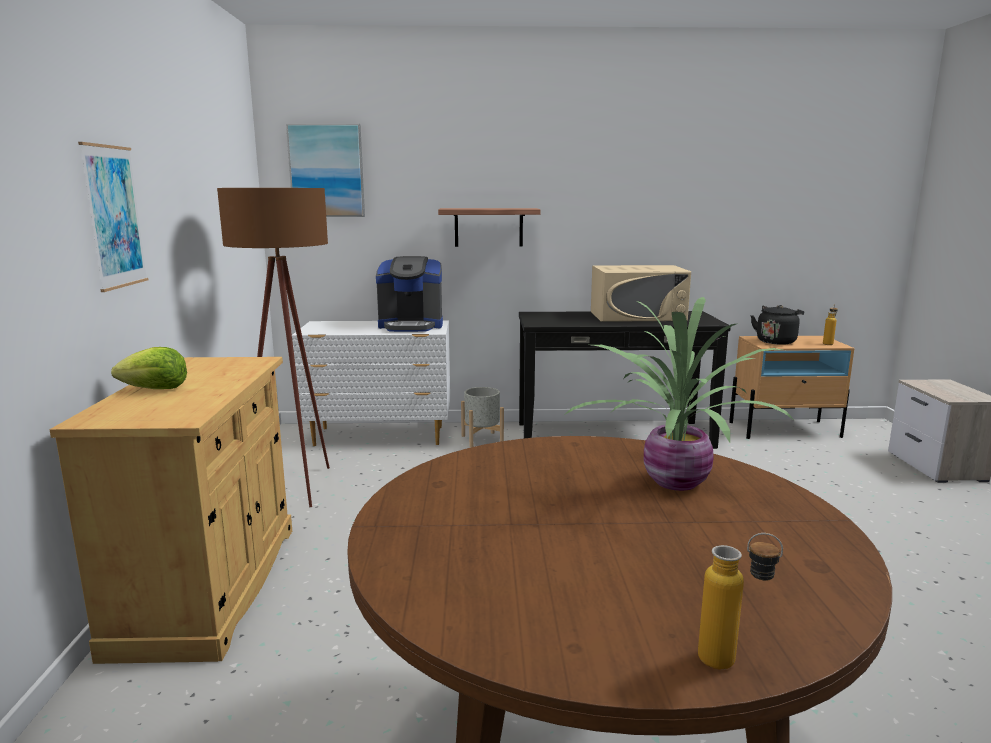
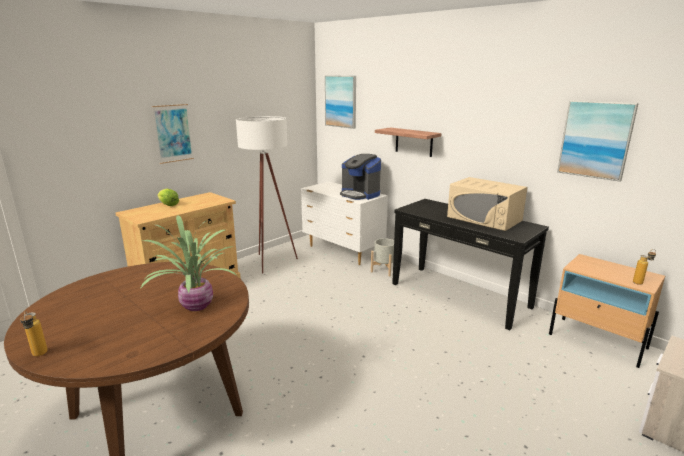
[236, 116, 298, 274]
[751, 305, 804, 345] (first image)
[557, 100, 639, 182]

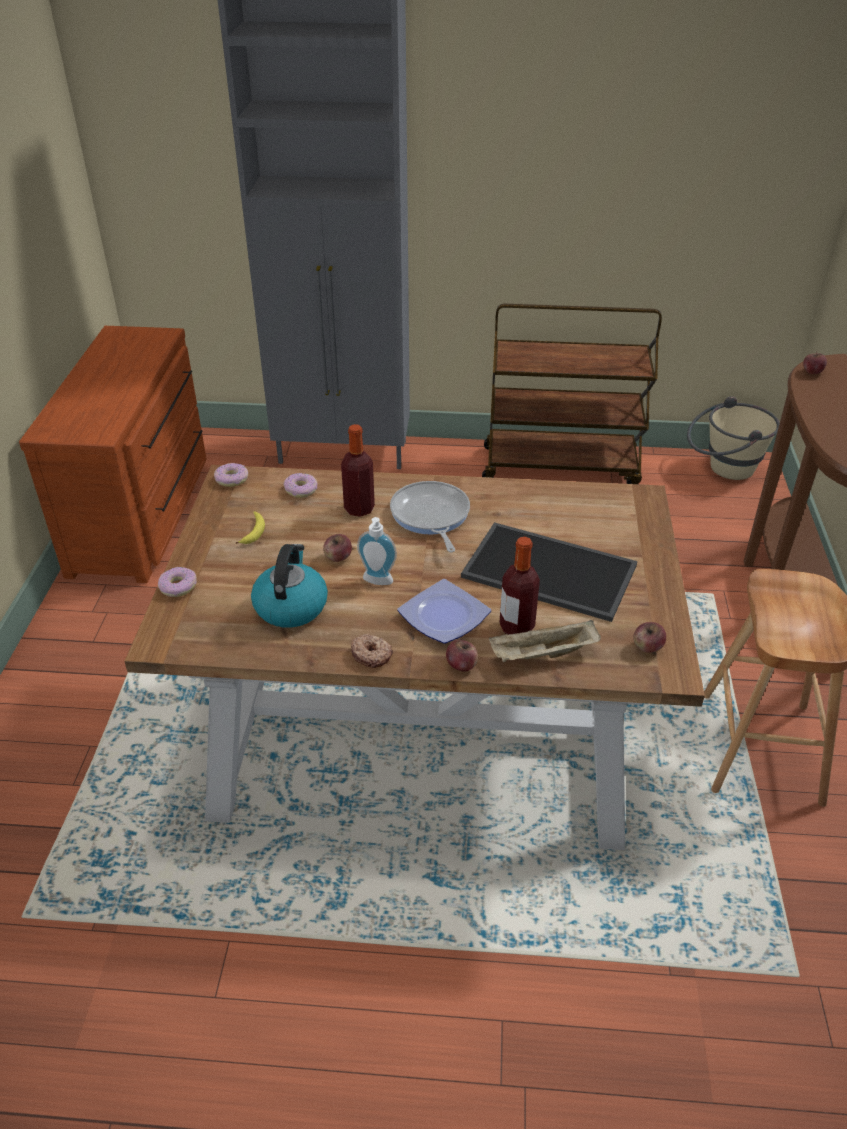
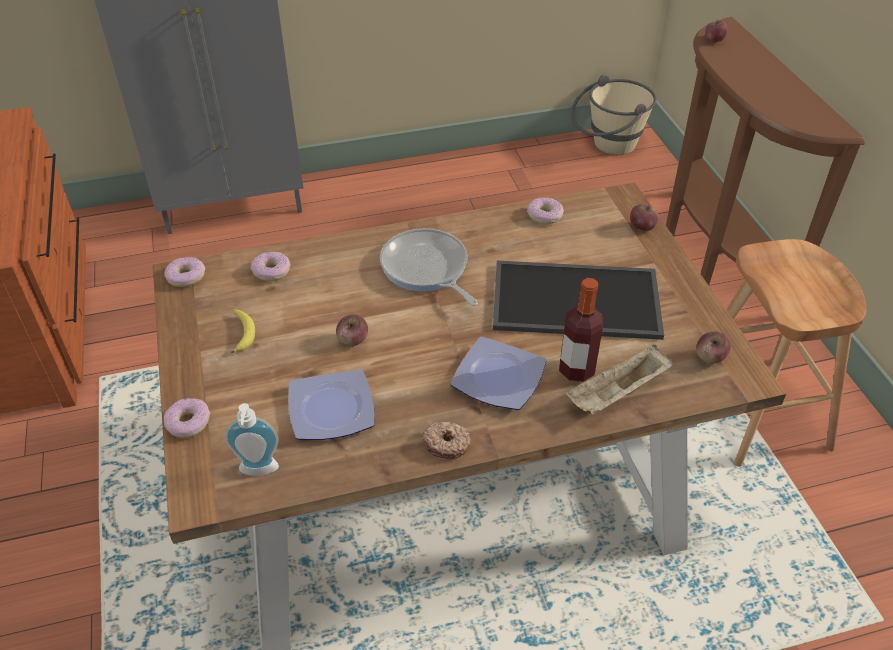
[288, 369, 375, 440]
[341, 424, 375, 517] (first image)
[225, 403, 279, 476]
[630, 205, 658, 231]
[482, 304, 662, 484] (first image)
[527, 198, 564, 224]

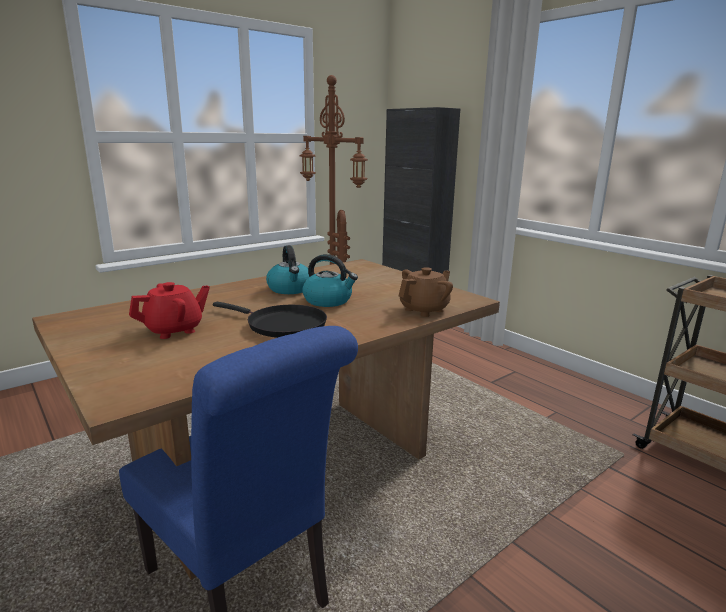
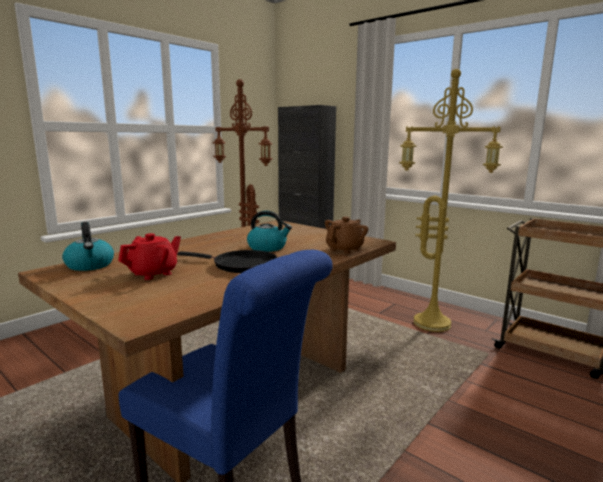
[62, 222, 114, 271]
[399, 69, 503, 332]

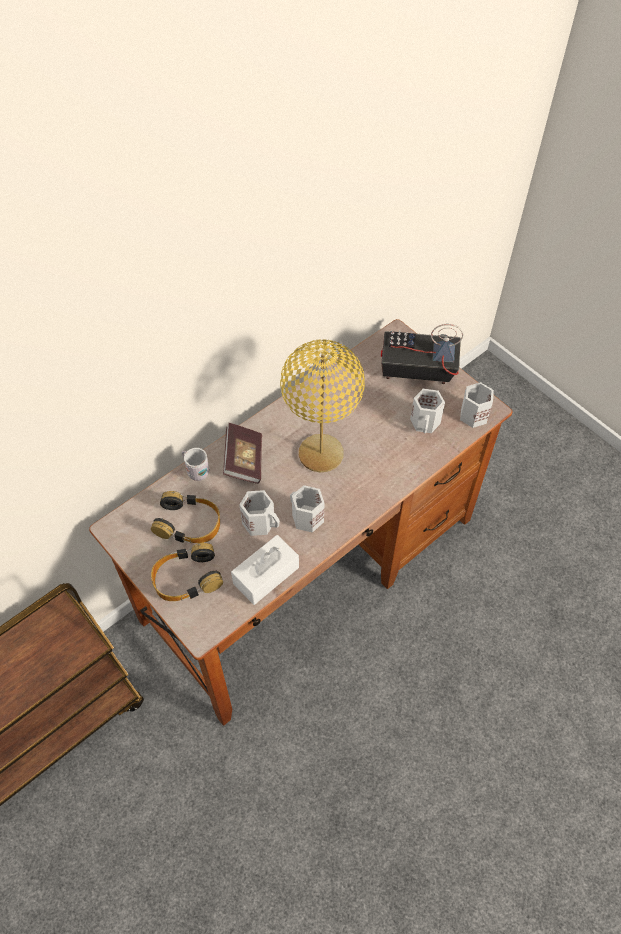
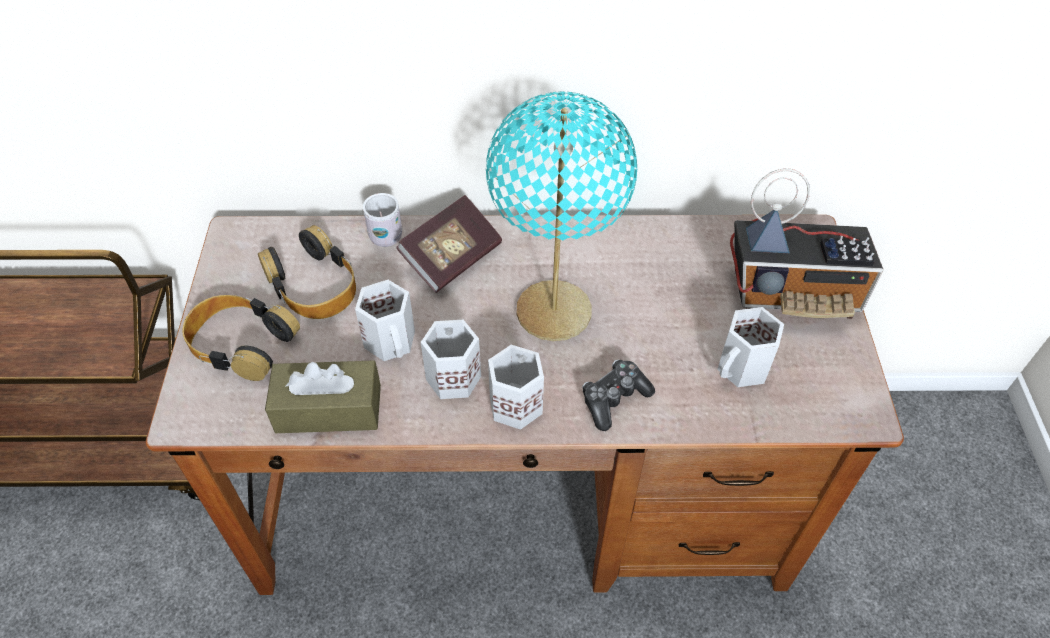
[265, 361, 381, 433]
[486, 91, 637, 341]
[730, 168, 884, 319]
[488, 345, 544, 430]
[582, 360, 655, 431]

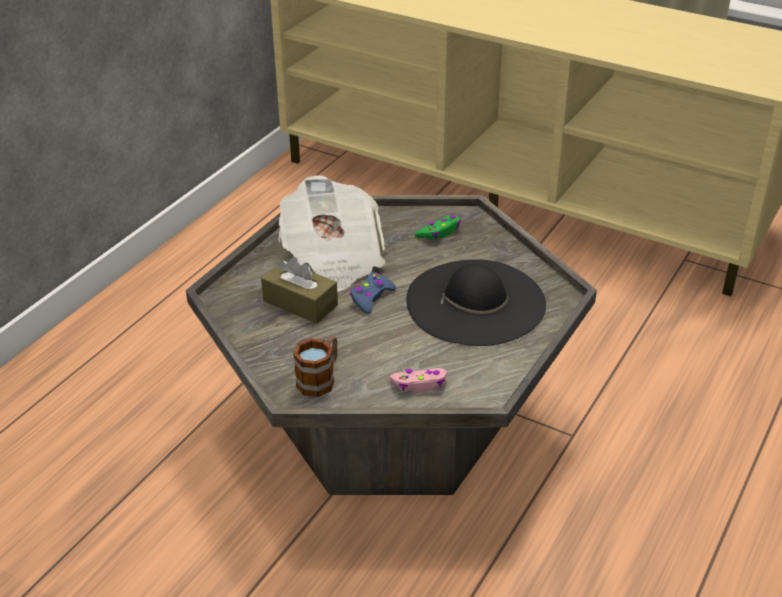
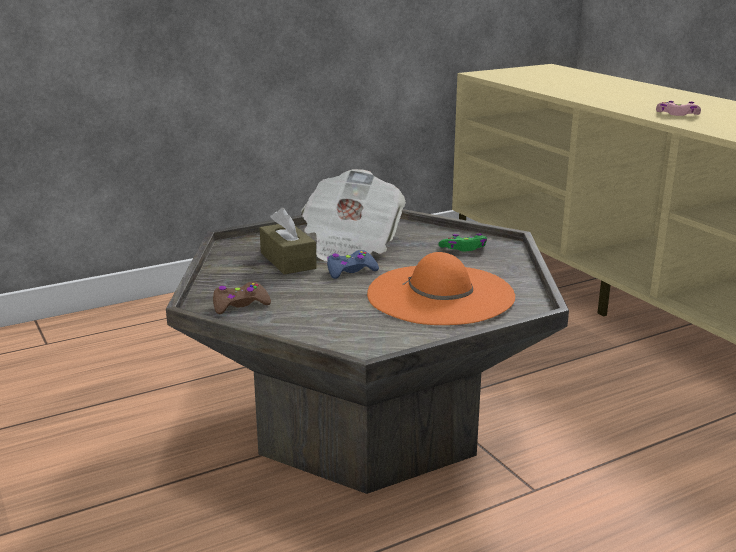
[213, 282, 271, 314]
[656, 101, 701, 116]
[367, 252, 515, 325]

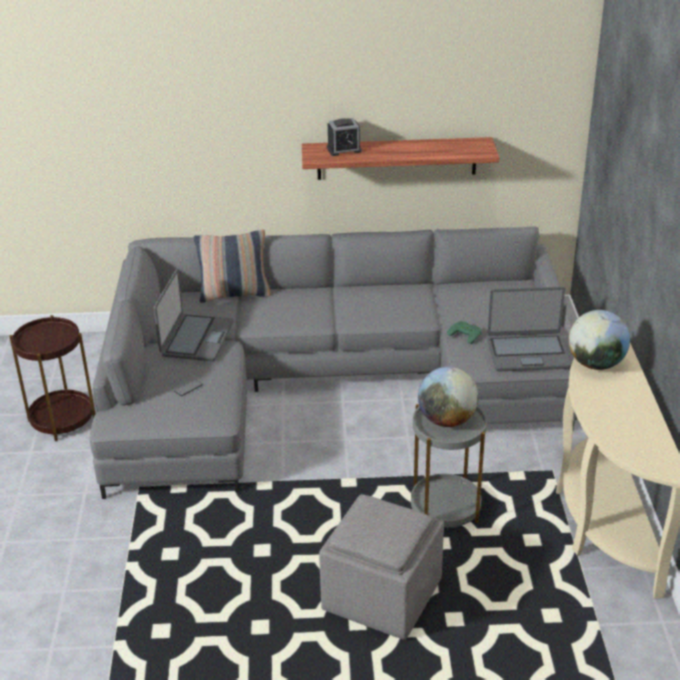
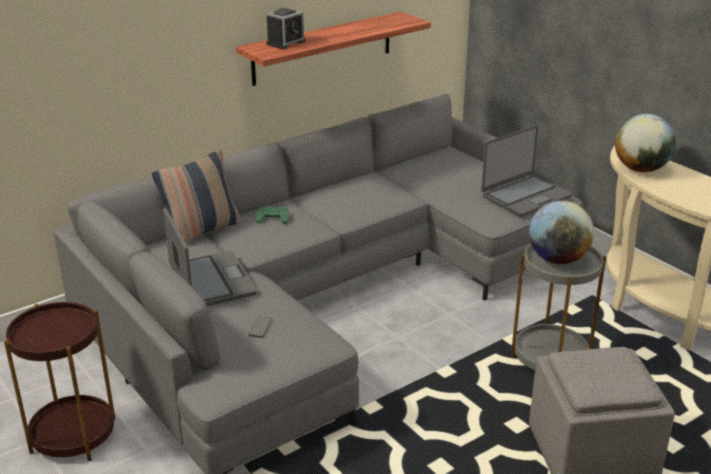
[256, 206, 289, 224]

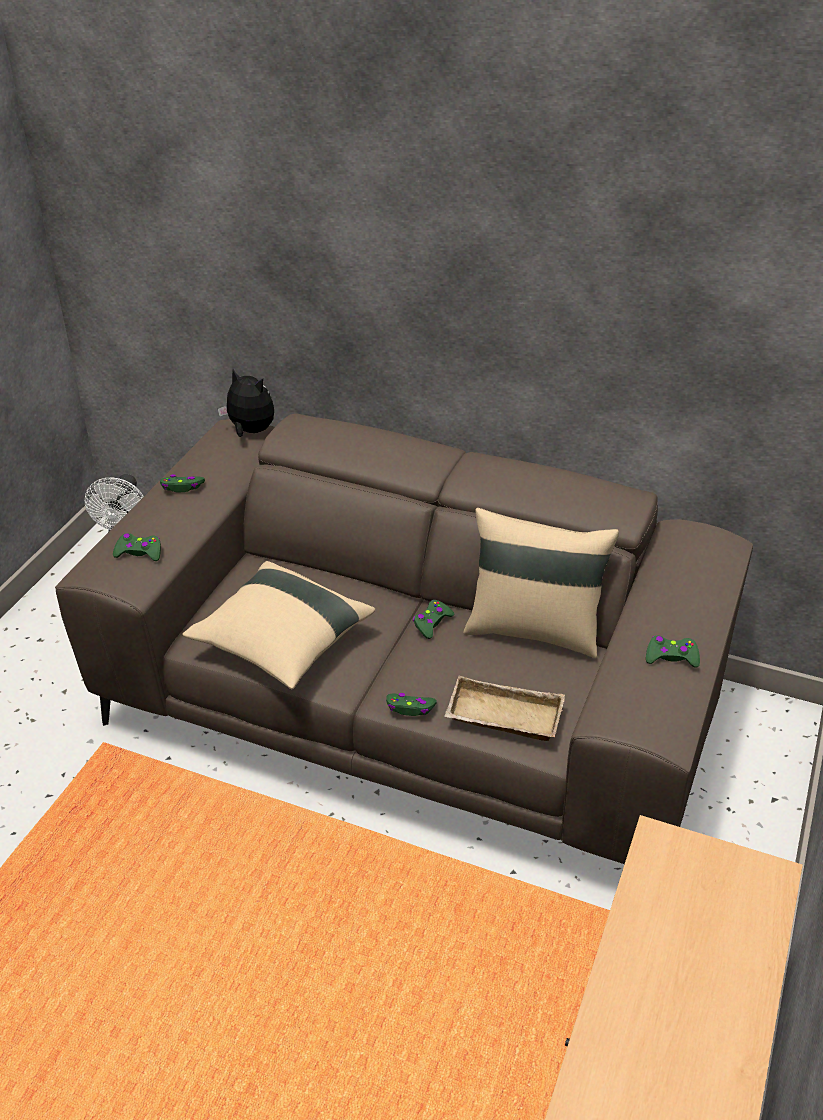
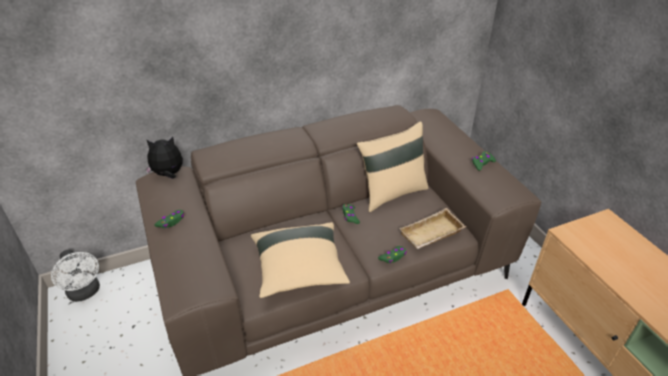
[113, 533, 161, 561] (first image)

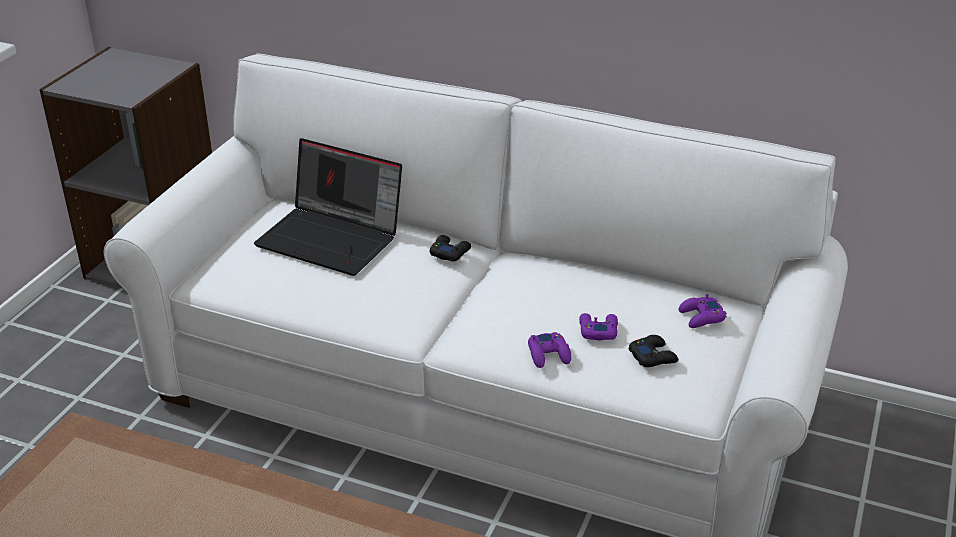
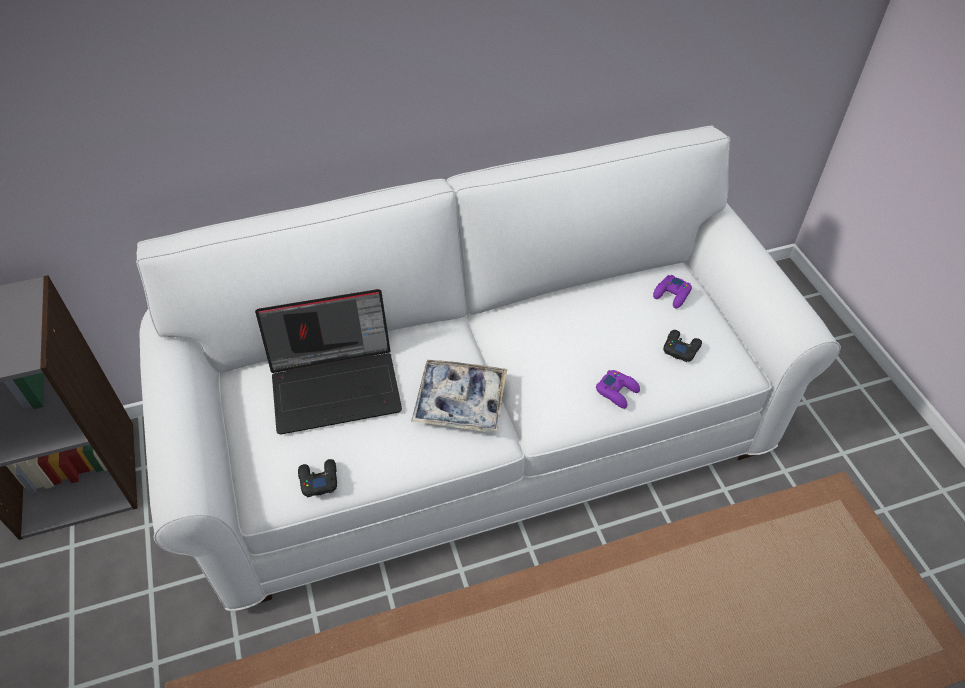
[298, 459, 337, 497]
[579, 313, 618, 340] (first image)
[411, 360, 507, 432]

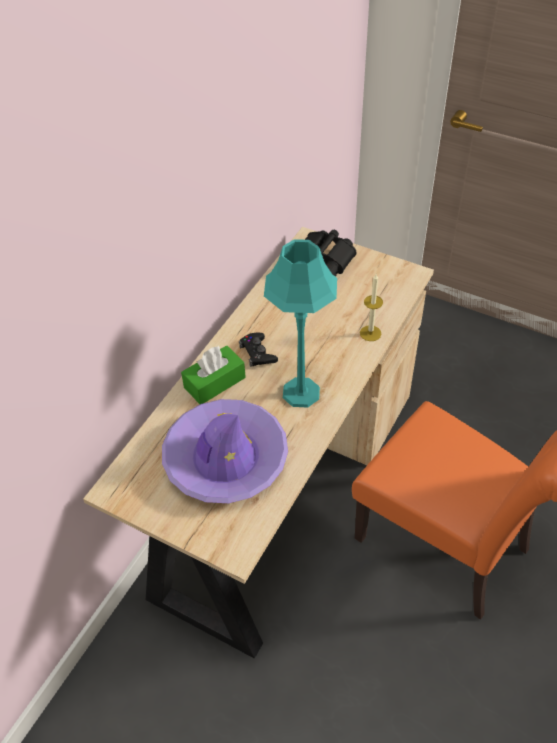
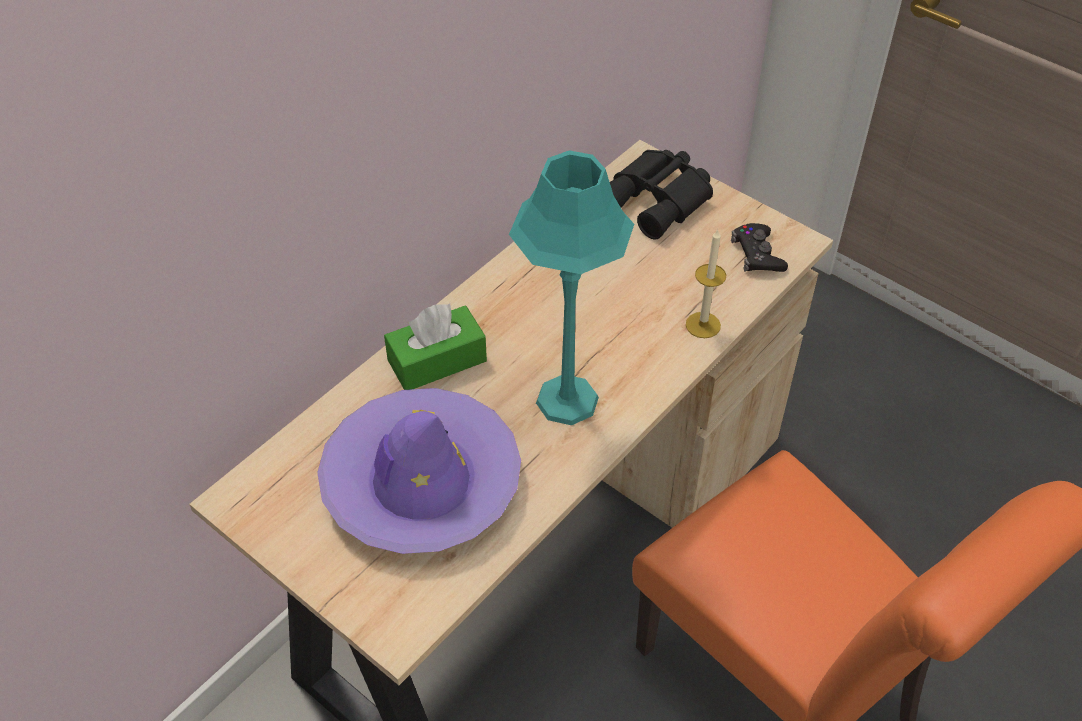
[731, 223, 788, 272]

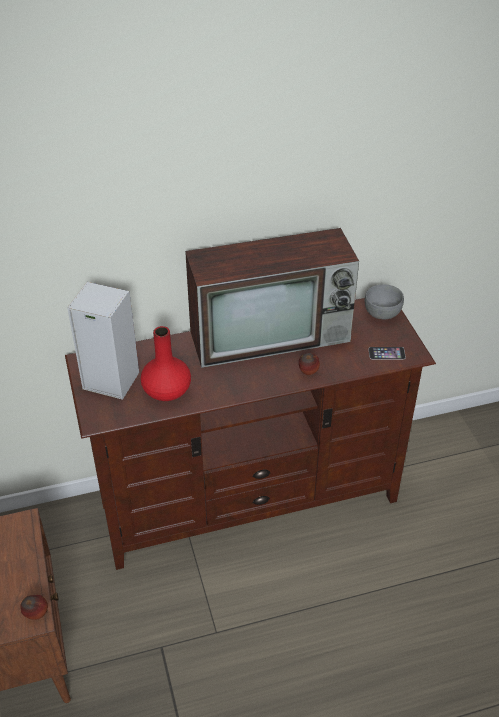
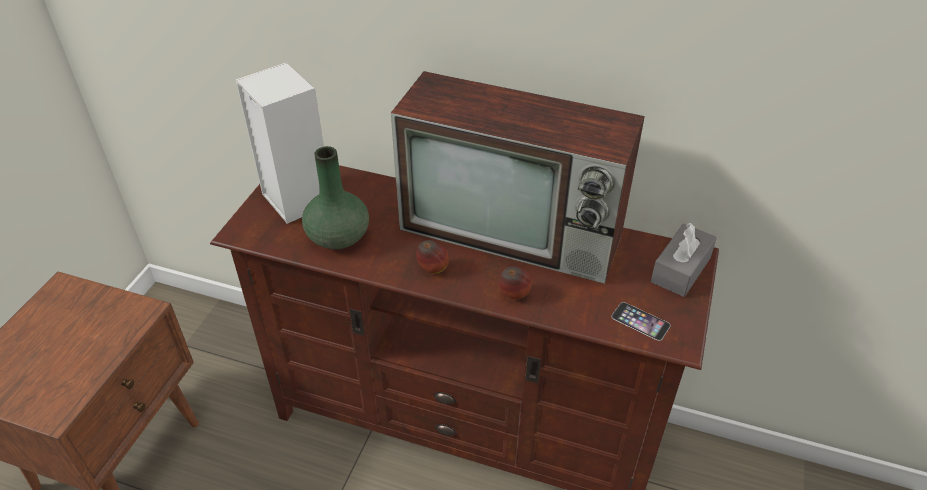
[416, 240, 449, 274]
[302, 146, 369, 249]
[651, 223, 717, 297]

